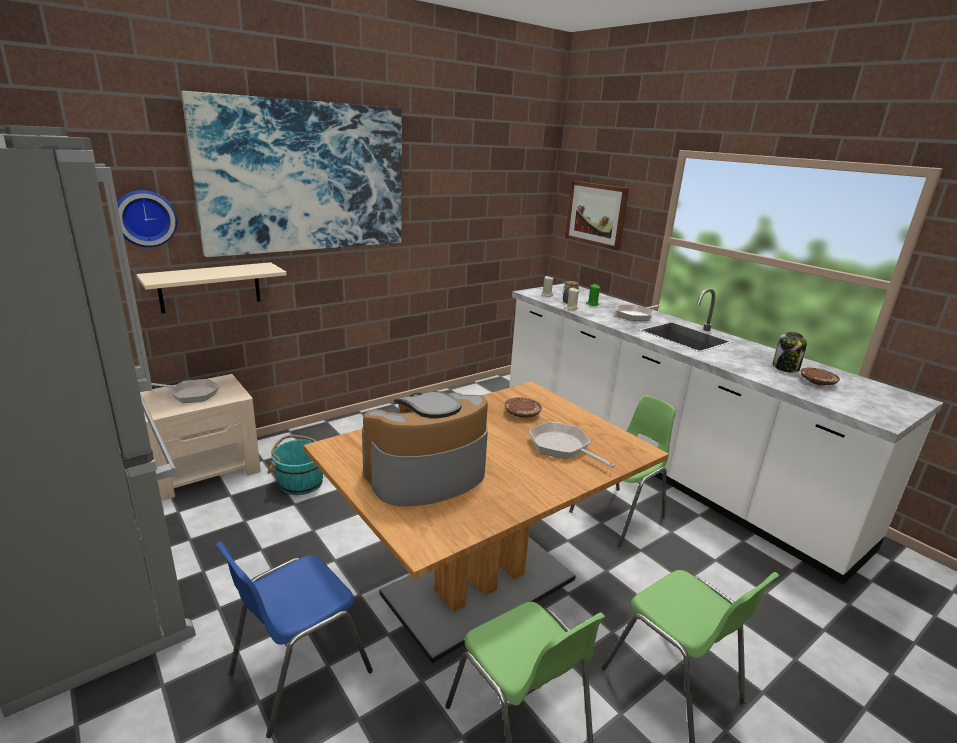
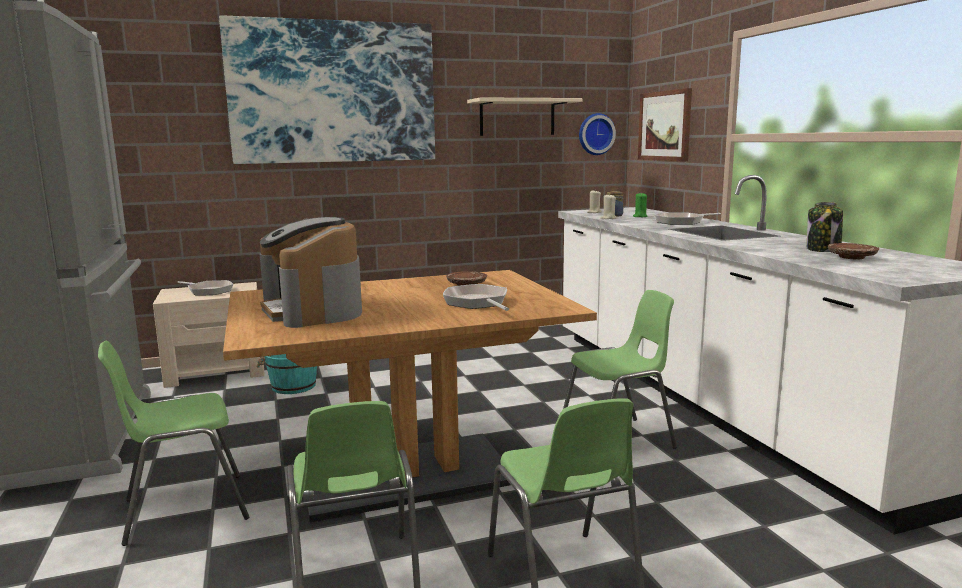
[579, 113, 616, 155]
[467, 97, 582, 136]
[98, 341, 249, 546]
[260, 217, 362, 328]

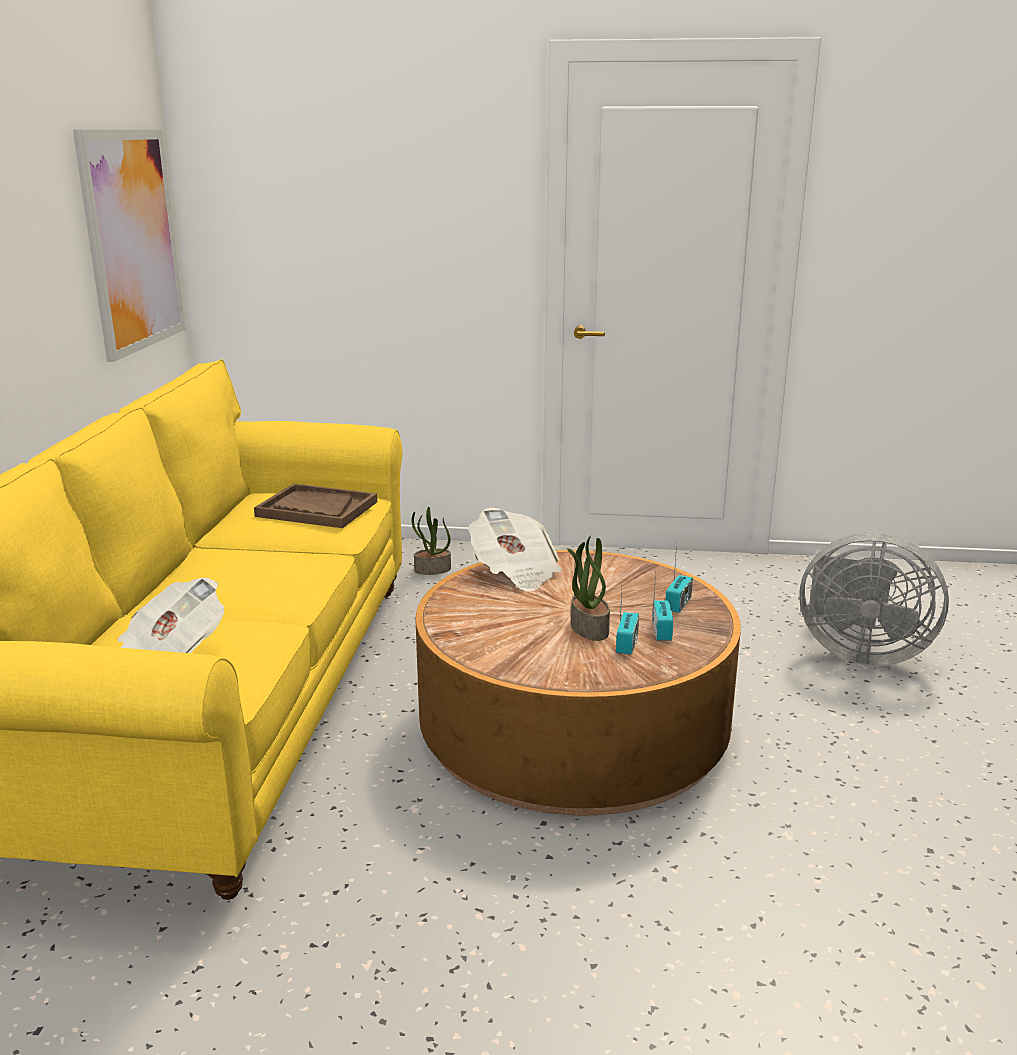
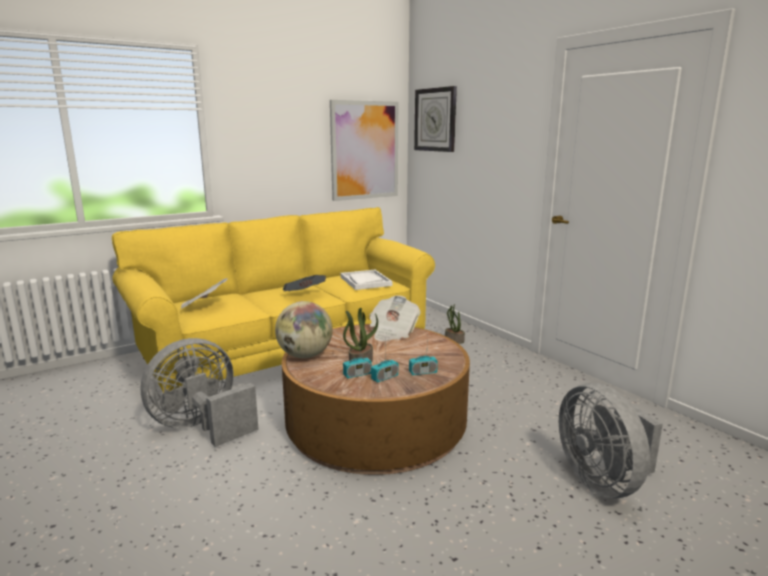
[340, 270, 392, 290]
[140, 338, 259, 447]
[275, 301, 333, 358]
[283, 275, 326, 291]
[414, 86, 457, 152]

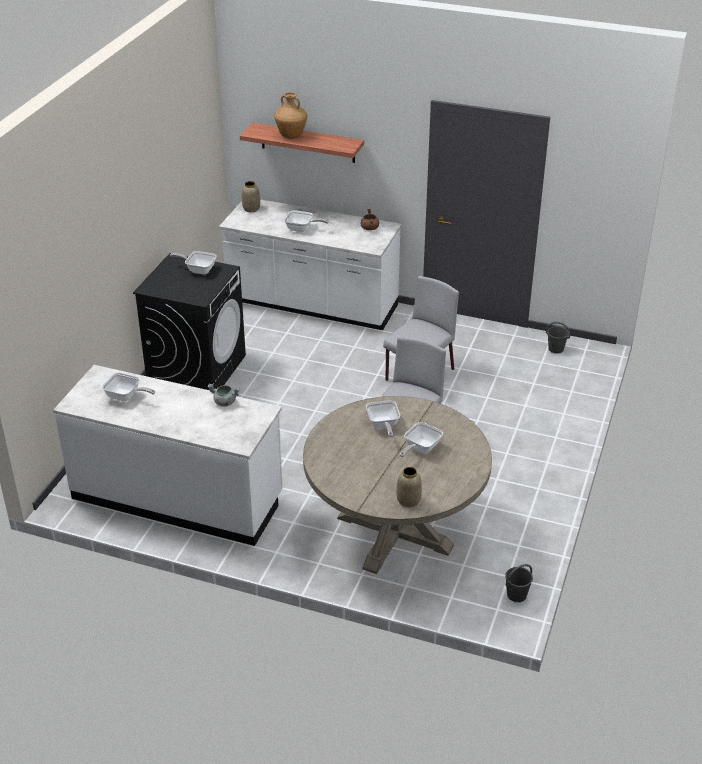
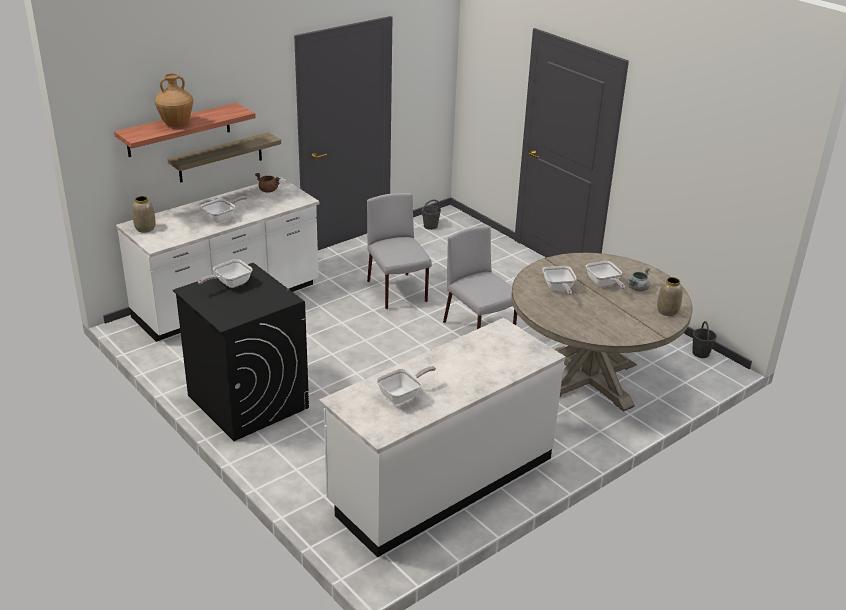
[627, 267, 650, 291]
[542, 266, 577, 295]
[167, 132, 281, 183]

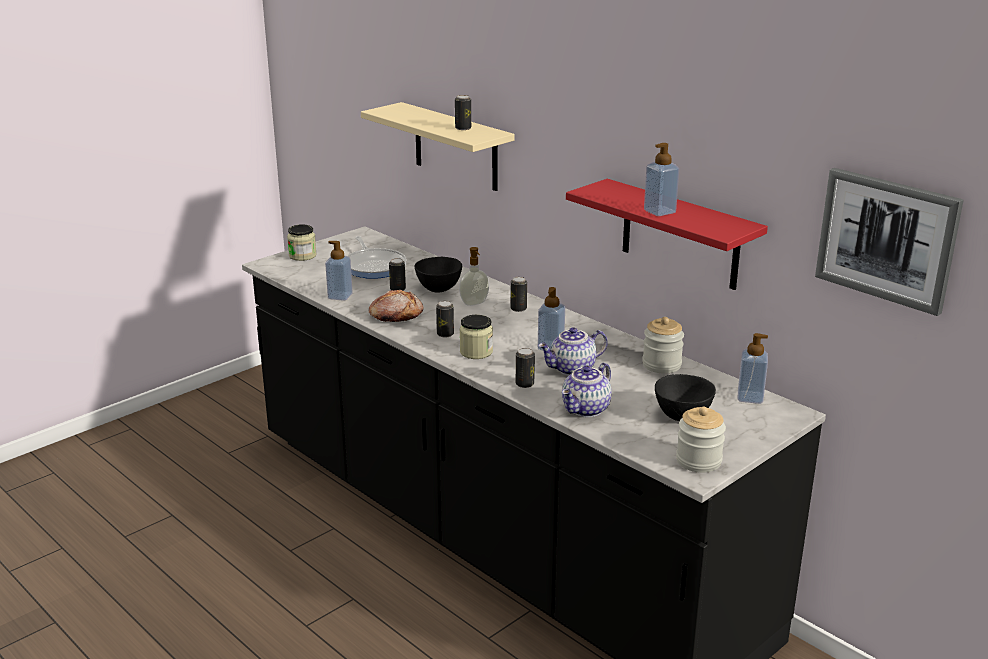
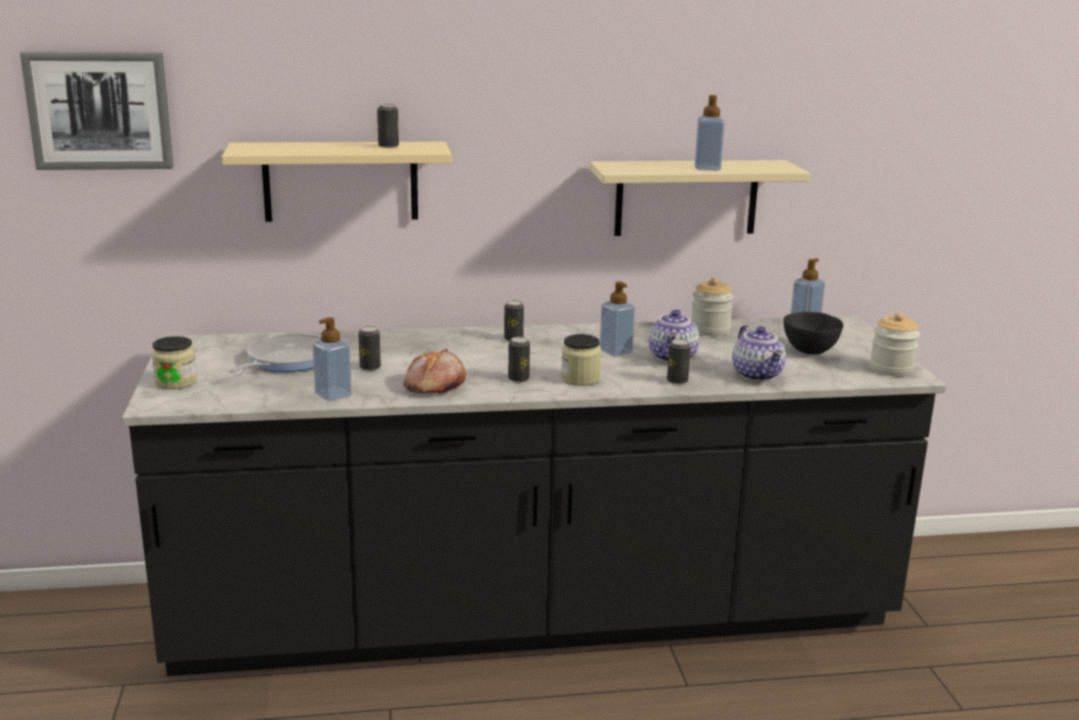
[228, 333, 321, 373]
[415, 257, 462, 293] (first image)
[459, 247, 489, 306] (first image)
[589, 160, 810, 236]
[20, 52, 173, 170]

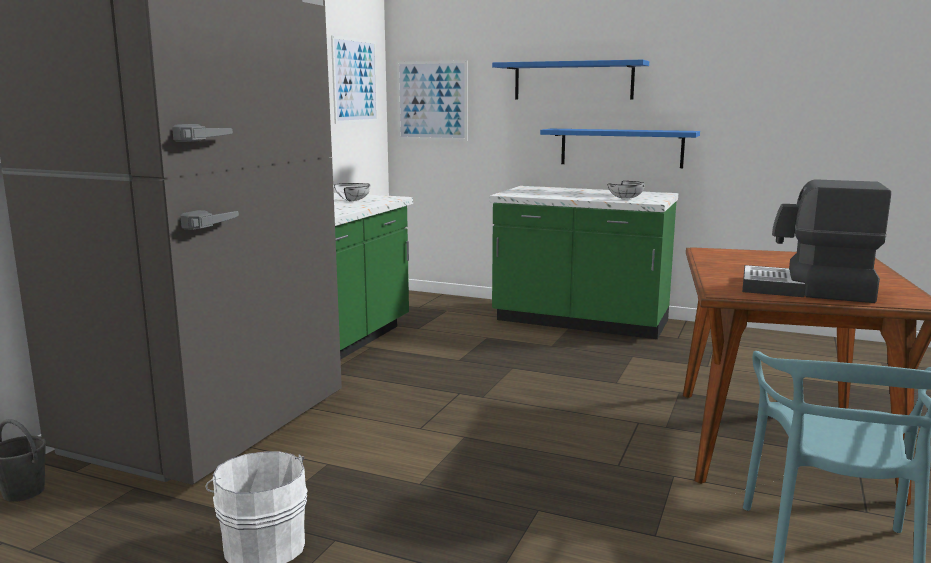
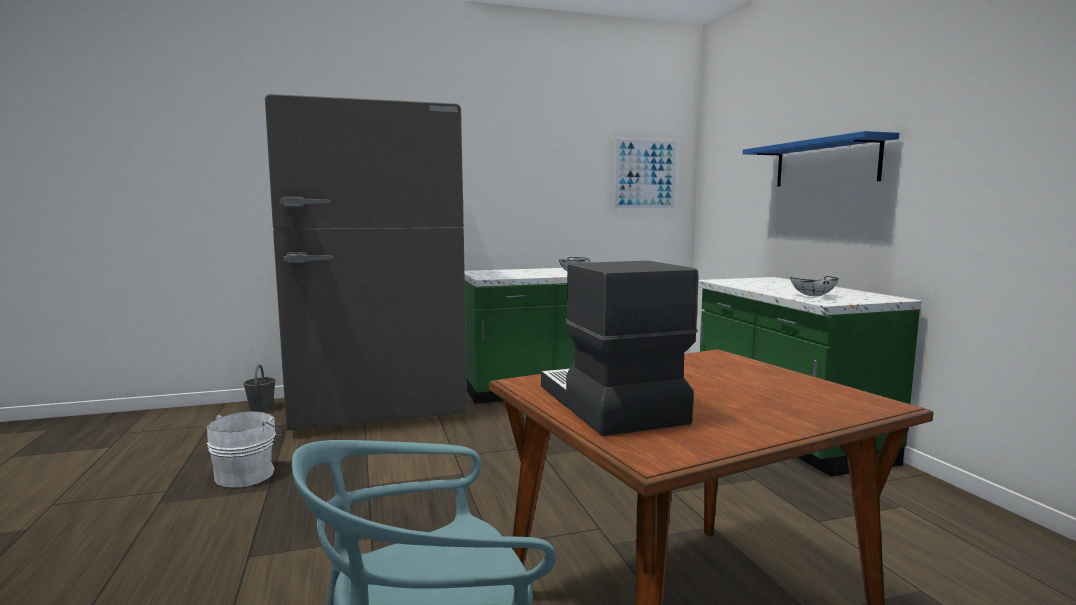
[397, 60, 468, 141] (first image)
[540, 129, 700, 168] (first image)

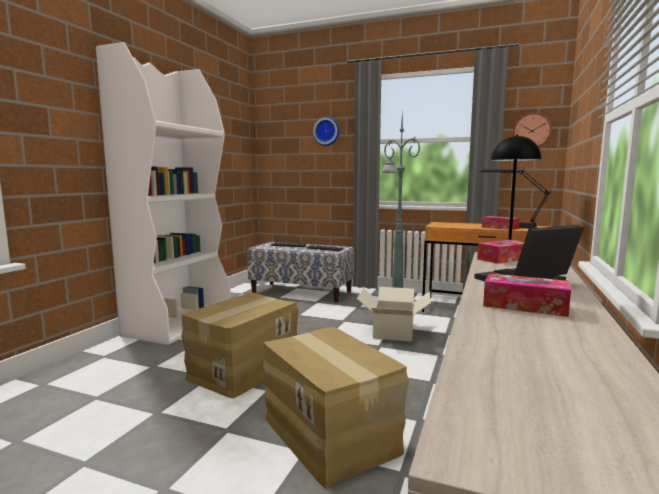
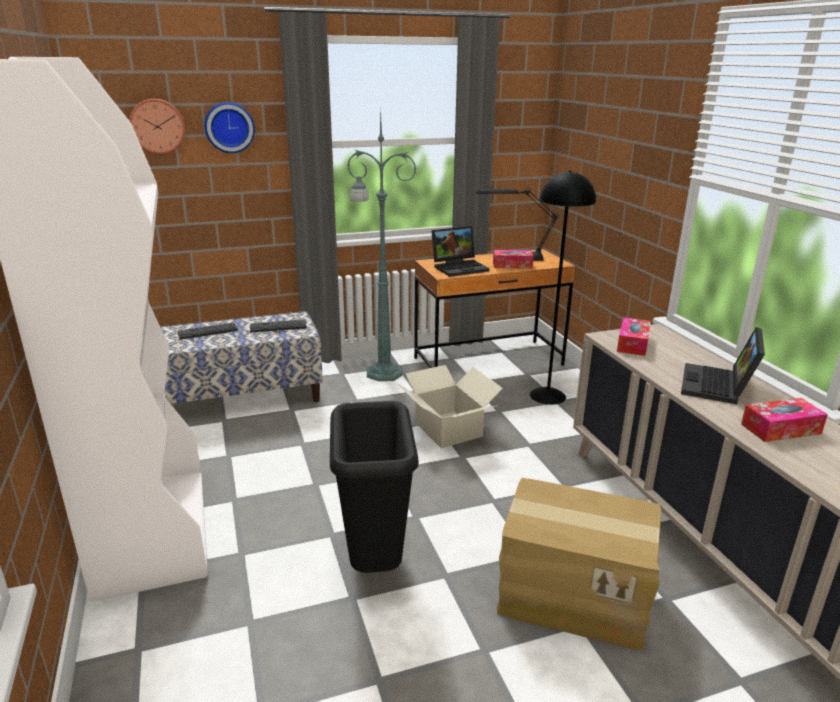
[330, 401, 419, 573]
[129, 99, 185, 154]
[431, 226, 489, 277]

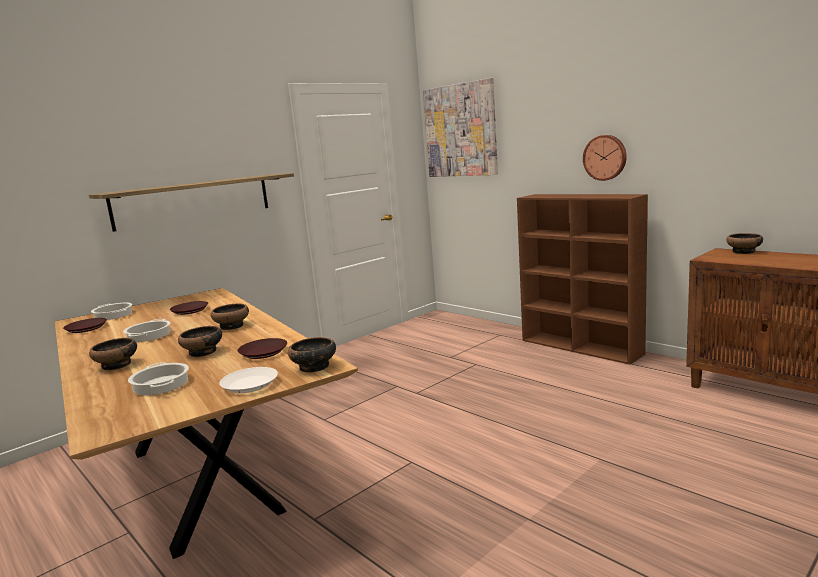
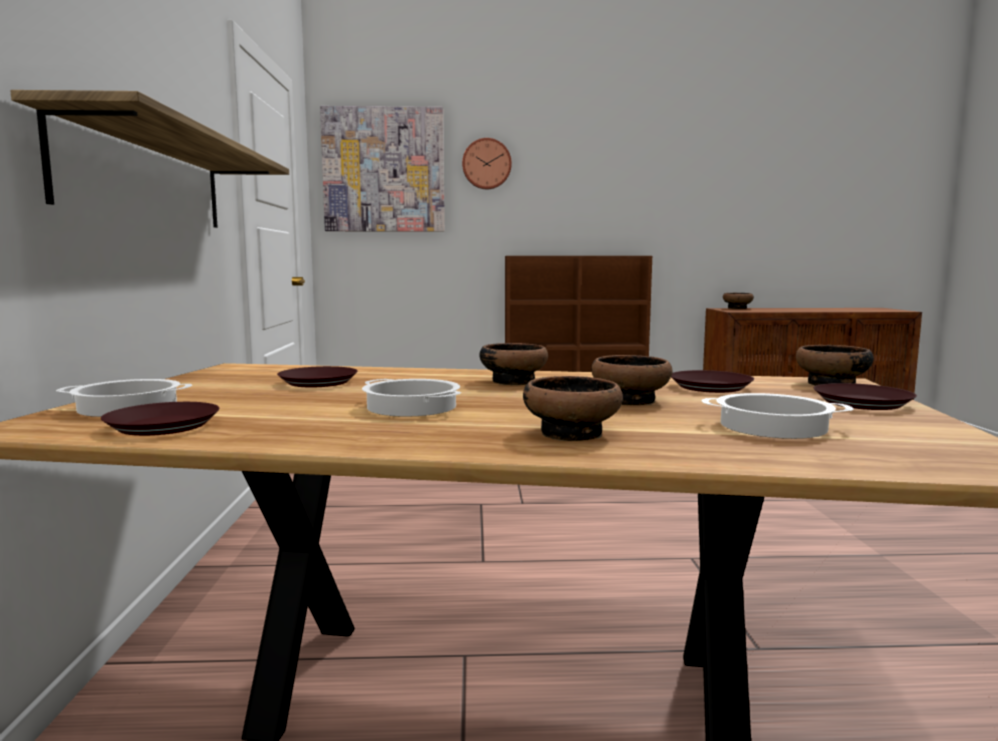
[813, 383, 917, 410]
[462, 138, 512, 189]

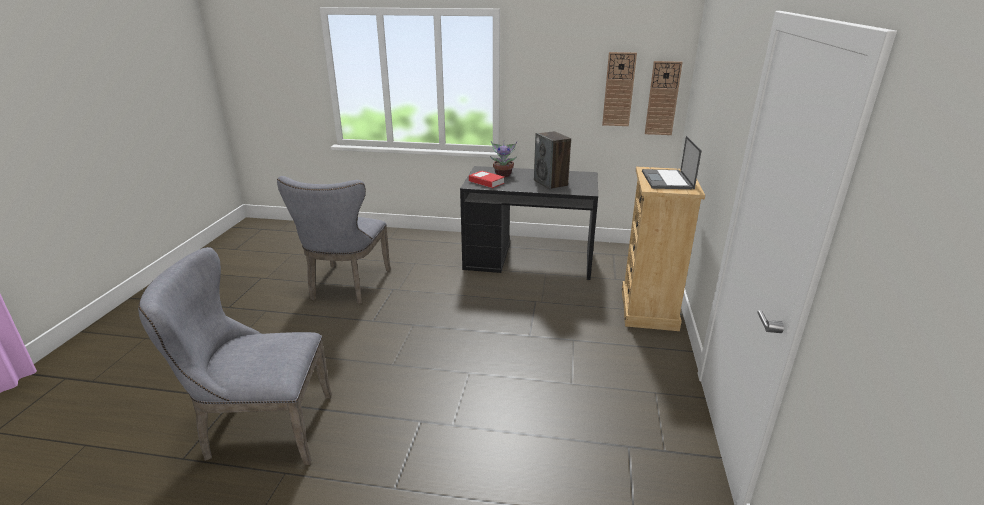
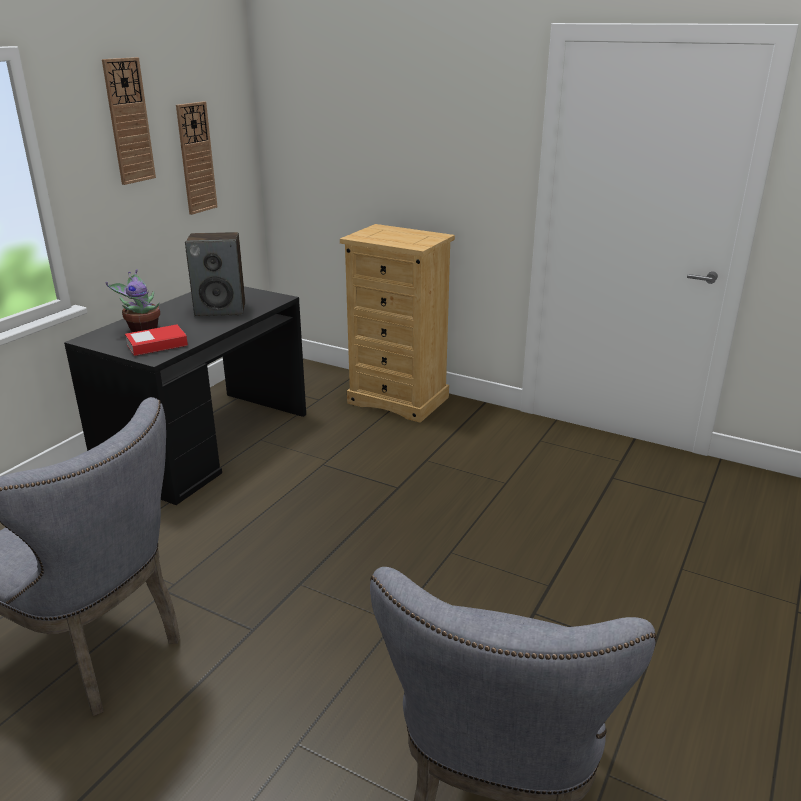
[642, 136, 702, 189] (first image)
[102, 57, 156, 185]

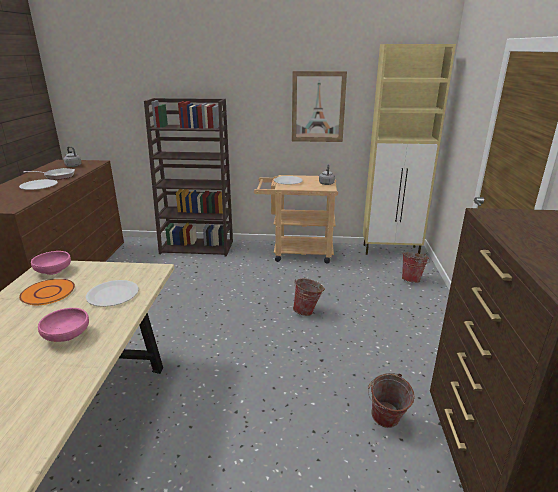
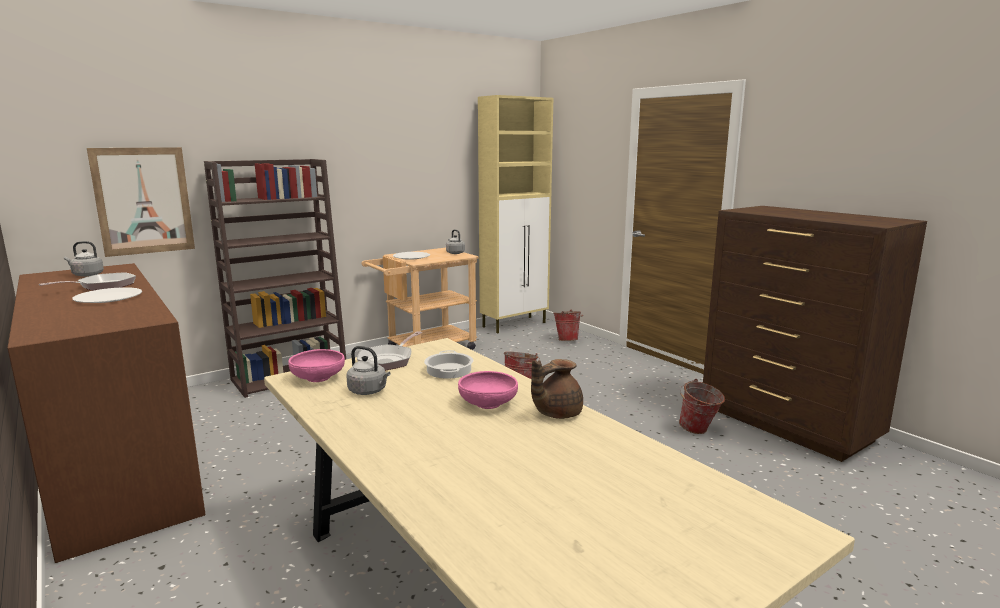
[346, 346, 390, 395]
[424, 350, 473, 379]
[87, 147, 195, 257]
[357, 331, 422, 371]
[531, 359, 583, 419]

